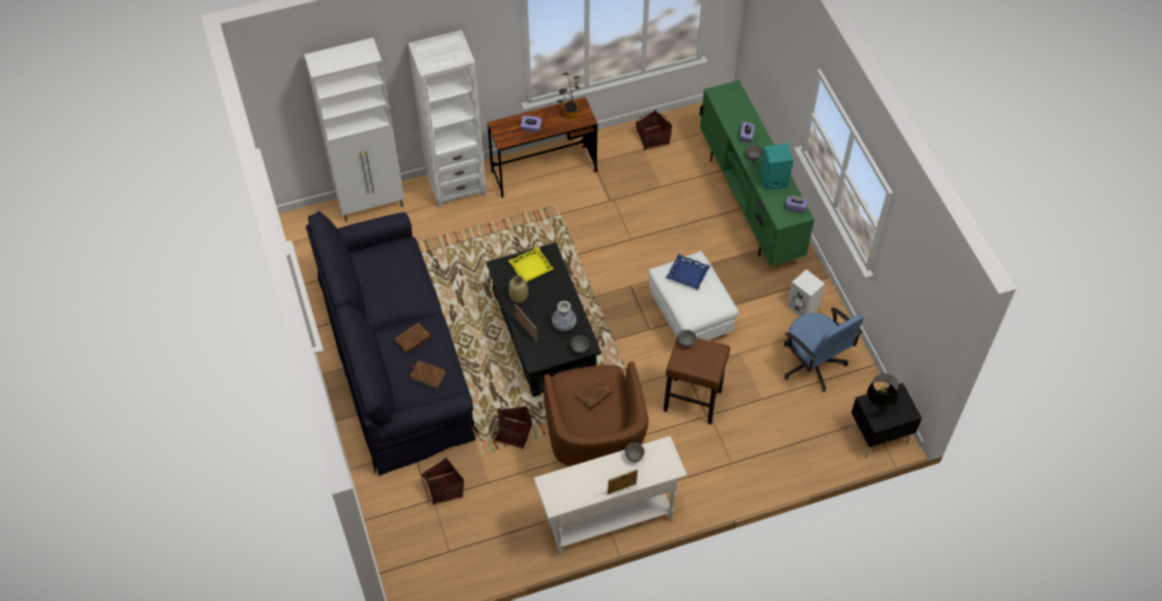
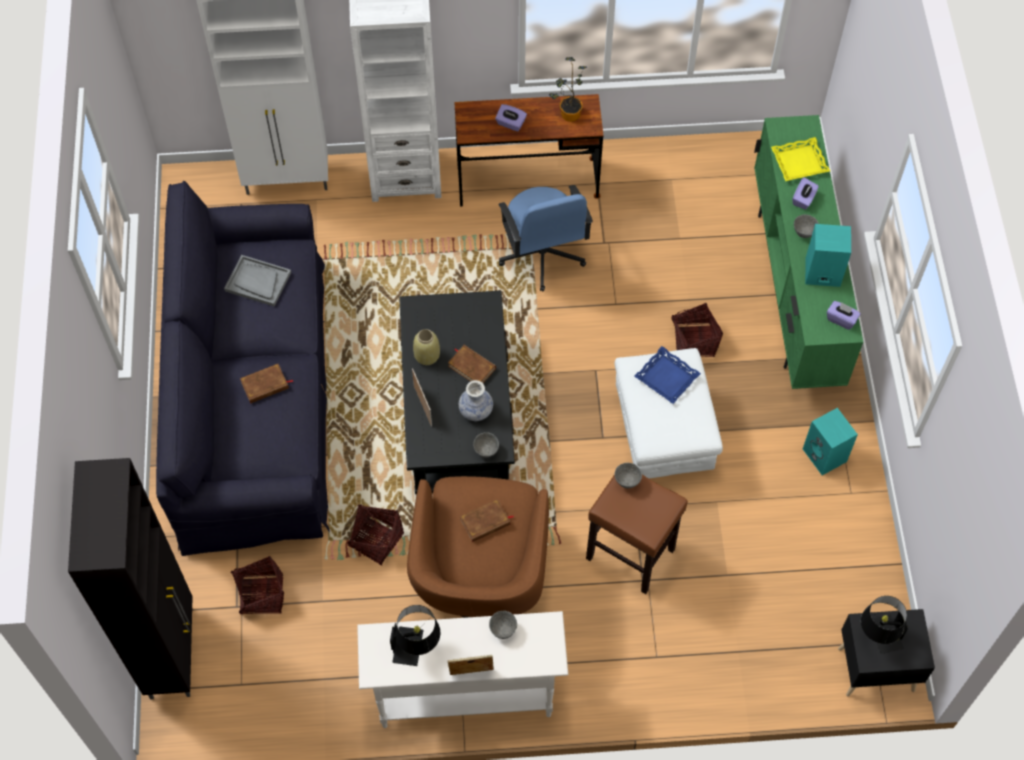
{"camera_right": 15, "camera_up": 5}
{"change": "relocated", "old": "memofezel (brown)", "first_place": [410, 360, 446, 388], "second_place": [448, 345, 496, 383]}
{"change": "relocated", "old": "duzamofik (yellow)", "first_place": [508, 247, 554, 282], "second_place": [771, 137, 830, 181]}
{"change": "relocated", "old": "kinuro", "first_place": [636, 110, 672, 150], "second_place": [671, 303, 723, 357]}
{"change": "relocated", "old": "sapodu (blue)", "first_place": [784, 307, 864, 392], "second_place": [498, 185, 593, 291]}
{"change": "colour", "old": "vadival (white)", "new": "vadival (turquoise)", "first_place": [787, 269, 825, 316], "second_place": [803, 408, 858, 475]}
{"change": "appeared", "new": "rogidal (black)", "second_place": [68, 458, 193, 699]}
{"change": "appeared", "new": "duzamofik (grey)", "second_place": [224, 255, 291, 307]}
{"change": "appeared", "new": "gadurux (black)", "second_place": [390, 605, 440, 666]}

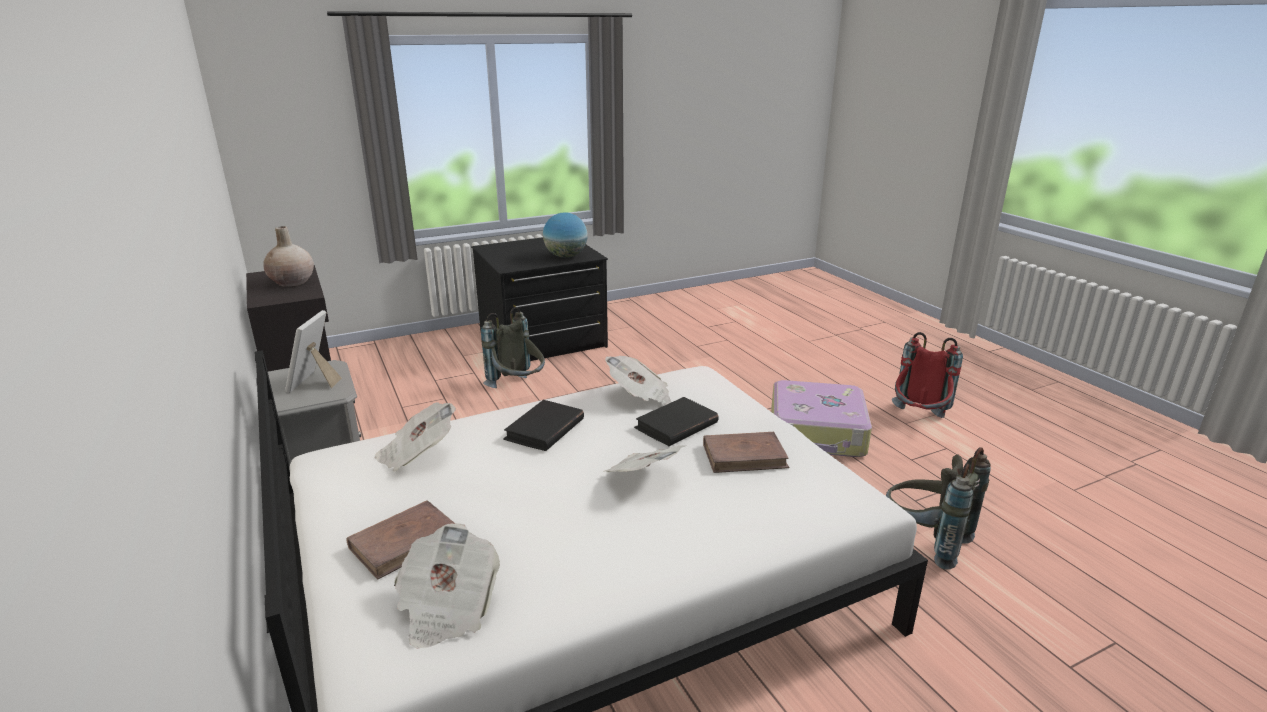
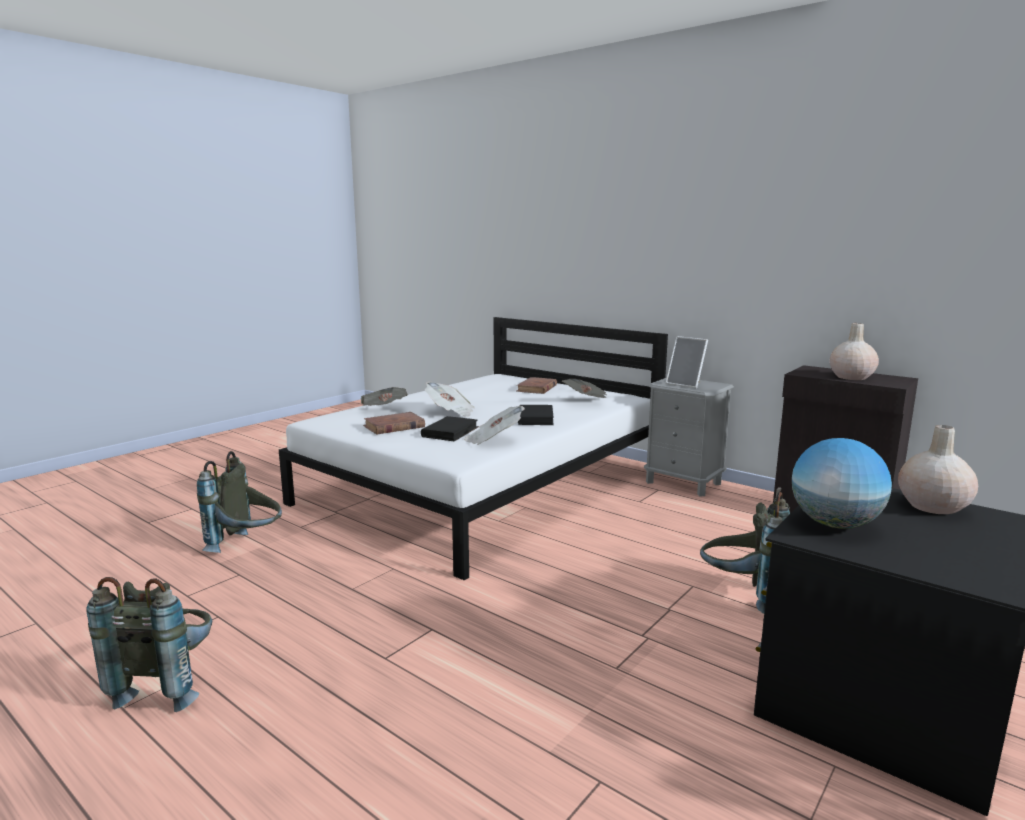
{"camera_right": 155, "camera_up": -10}
{"change": "spun", "old": "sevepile", "first_place": [285, 310, 342, 393], "second_place": [666, 336, 708, 389], "degrees": 150}
{"change": "relocated", "old": "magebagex", "first_place": [394, 523, 500, 649], "second_place": [361, 387, 408, 406]}
{"change": "missing", "old": "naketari", "first_place": [771, 380, 872, 457]}
{"change": "colour", "old": "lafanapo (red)", "new": "lafanapo (grey)", "first_place": [892, 332, 963, 418], "second_place": [87, 577, 212, 712]}
{"change": "appeared", "new": "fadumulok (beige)", "second_place": [898, 425, 978, 514]}

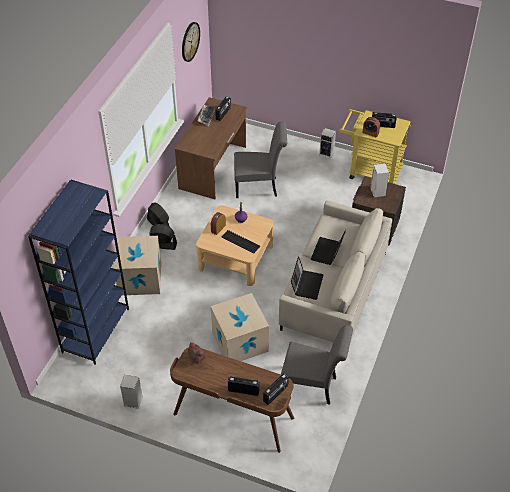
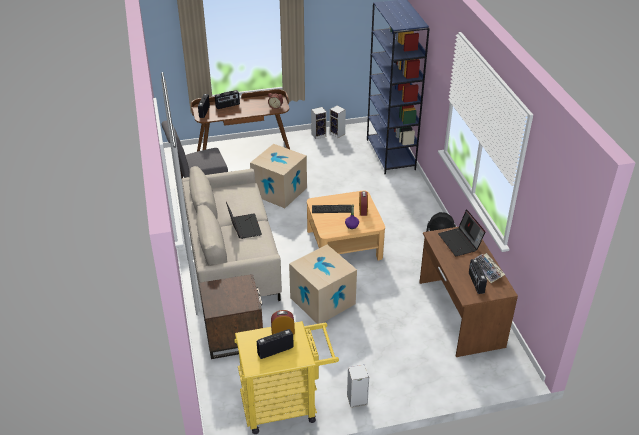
{"camera_right": 145, "camera_up": -10}
{"change": "relocated", "old": "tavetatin", "first_place": [114, 236, 161, 295], "second_place": [289, 245, 357, 324]}
{"change": "missing", "old": "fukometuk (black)", "first_place": [149, 224, 177, 250]}
{"change": "missing", "old": "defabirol", "first_place": [182, 22, 200, 62]}
{"change": "missing", "old": "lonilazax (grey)", "first_place": [234, 121, 287, 198]}
{"change": "relocated", "old": "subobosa", "first_place": [291, 256, 324, 300], "second_place": [438, 209, 485, 256]}
{"change": "relocated", "old": "vadival", "first_place": [370, 163, 389, 197], "second_place": [329, 105, 346, 138]}

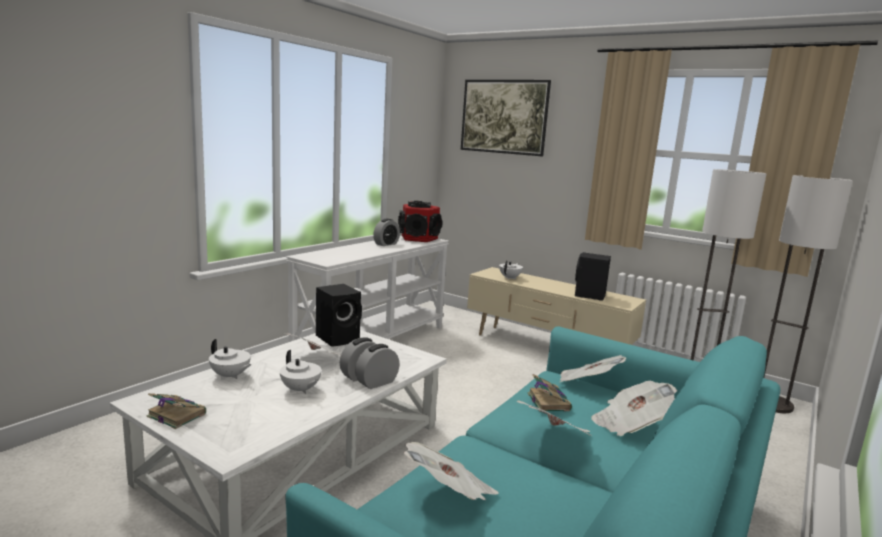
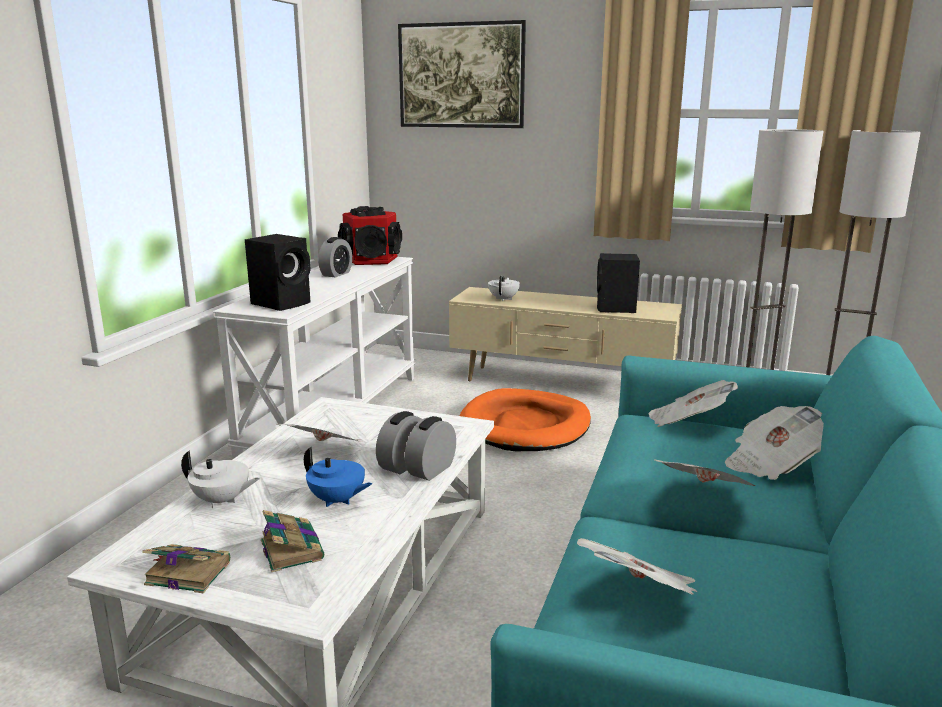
{"camera_right": -15, "camera_up": 5}
{"change": "colour", "old": "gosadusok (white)", "new": "gosadusok (blue)", "first_place": [280, 350, 321, 394], "second_place": [304, 447, 372, 507]}
{"change": "relocated", "old": "vadival (black)", "first_place": [316, 284, 362, 347], "second_place": [245, 234, 311, 311]}
{"change": "relocated", "old": "memofezel", "first_place": [528, 374, 572, 412], "second_place": [261, 510, 324, 572]}
{"change": "appeared", "new": "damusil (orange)", "second_place": [460, 388, 591, 451]}

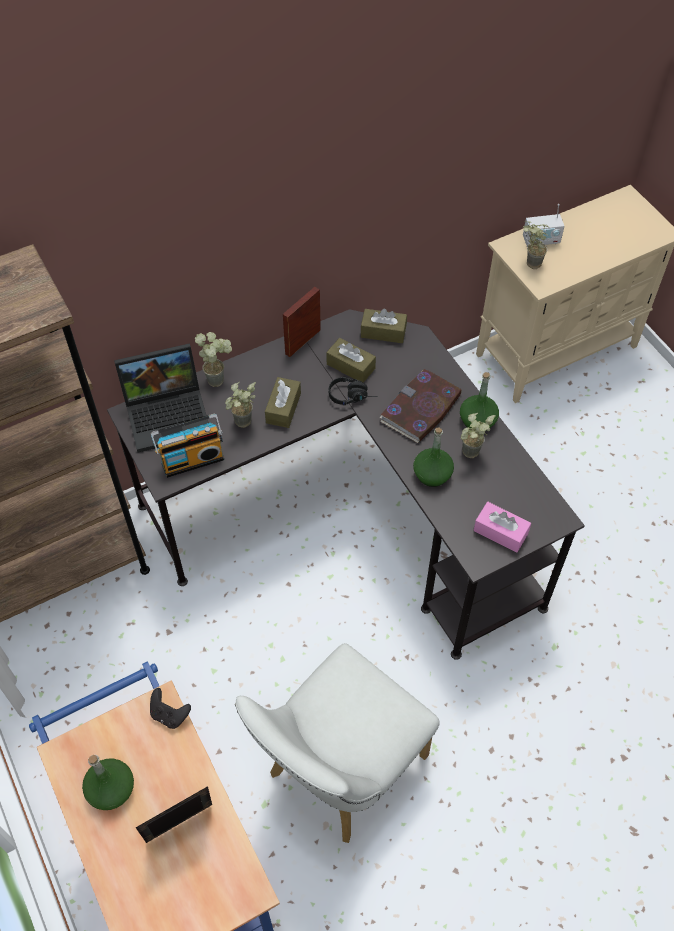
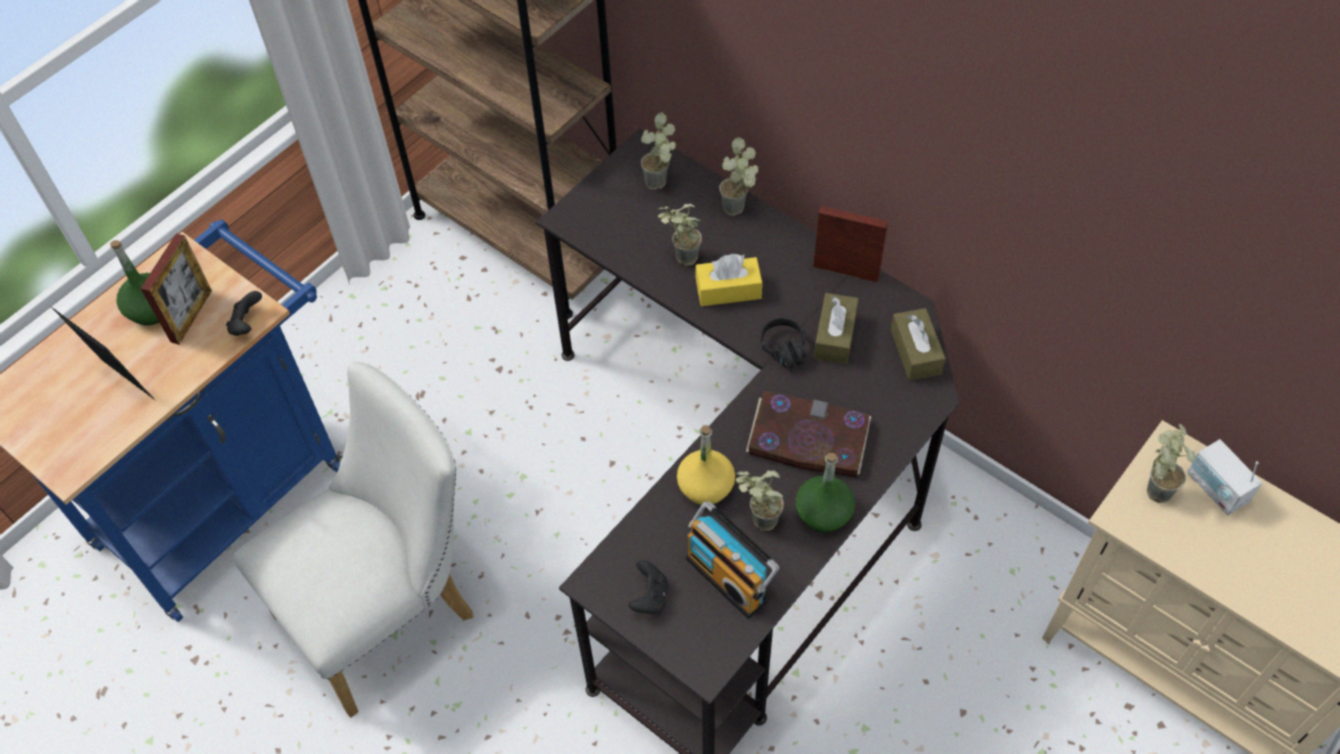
{"camera_right": 70, "camera_up": 0}
{"change": "exchanged", "old": "subobosa", "new": "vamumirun", "first_place": [114, 343, 209, 453], "second_place": [641, 112, 676, 190]}
{"change": "relocated", "old": "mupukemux", "first_place": [151, 414, 224, 478], "second_place": [685, 501, 779, 619]}
{"change": "spun", "old": "lonilazax (white)", "first_place": [235, 643, 440, 843], "second_place": [233, 362, 473, 718], "degrees": 120}
{"change": "colour", "old": "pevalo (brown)", "new": "pevalo (yellow)", "first_place": [265, 377, 301, 428], "second_place": [695, 254, 762, 306]}
{"change": "colour", "old": "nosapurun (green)", "new": "nosapurun (yellow)", "first_place": [413, 427, 454, 487], "second_place": [677, 425, 735, 505]}
{"change": "exchanged", "old": "pevalo (pink)", "new": "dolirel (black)", "first_place": [474, 502, 531, 553], "second_place": [629, 560, 668, 614]}
{"change": "appeared", "new": "sevepile", "second_place": [140, 233, 212, 344]}

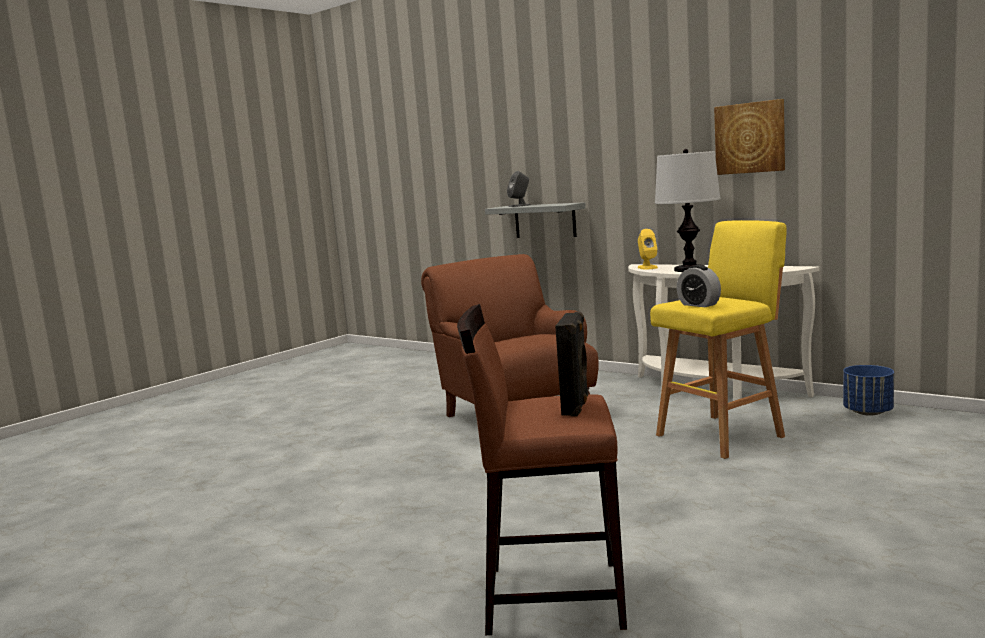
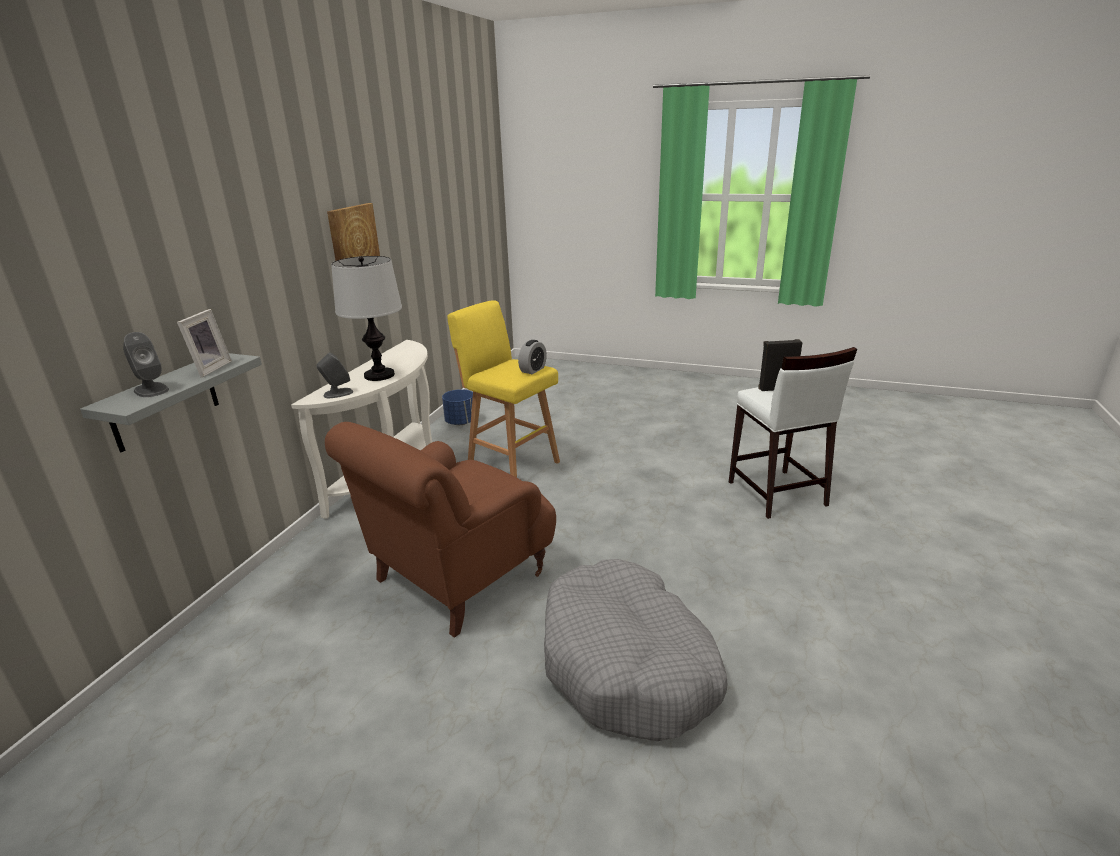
{"camera_right": -110, "camera_up": 15}
{"change": "colour", "old": "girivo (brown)", "new": "girivo (white)", "first_place": [457, 304, 627, 635], "second_place": [729, 347, 857, 519]}
{"change": "colour", "old": "vadival (yellow)", "new": "vadival (grey)", "first_place": [638, 229, 658, 270], "second_place": [317, 352, 353, 398]}
{"change": "appeared", "new": "sevepile", "second_place": [177, 309, 232, 377]}
{"change": "appeared", "new": "damusil (grey)", "second_place": [544, 559, 728, 741]}

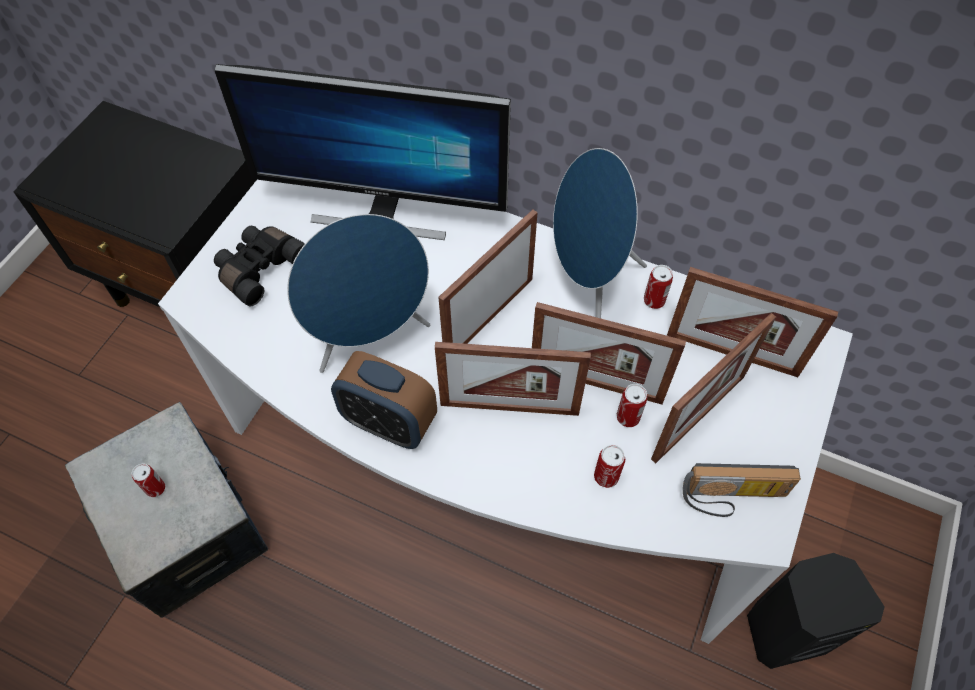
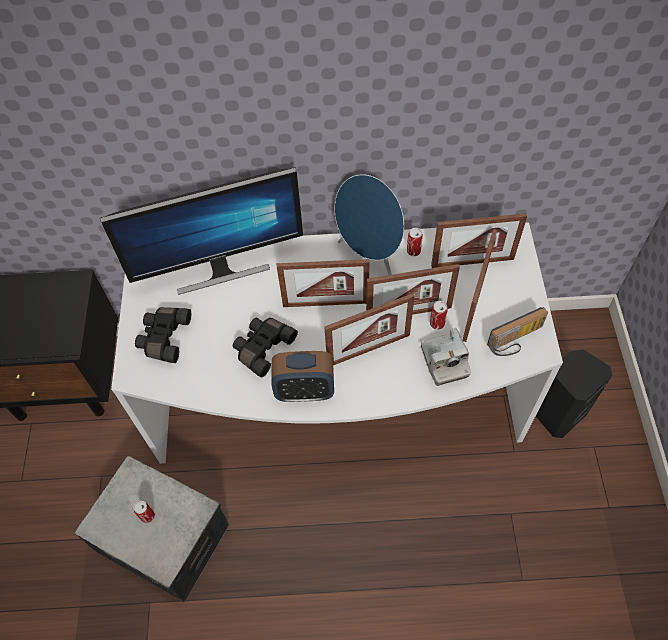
{"camera_right": -25, "camera_up": 0}
{"change": "exchanged", "old": "vadival (blue)", "new": "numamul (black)", "first_place": [287, 214, 430, 373], "second_place": [233, 318, 298, 378]}
{"change": "spun", "old": "sevepile", "first_place": [438, 209, 538, 344], "second_place": [277, 259, 370, 307], "degrees": -105}
{"change": "exchanged", "old": "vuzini", "new": "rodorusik", "first_place": [594, 445, 625, 488], "second_place": [421, 328, 471, 386]}

